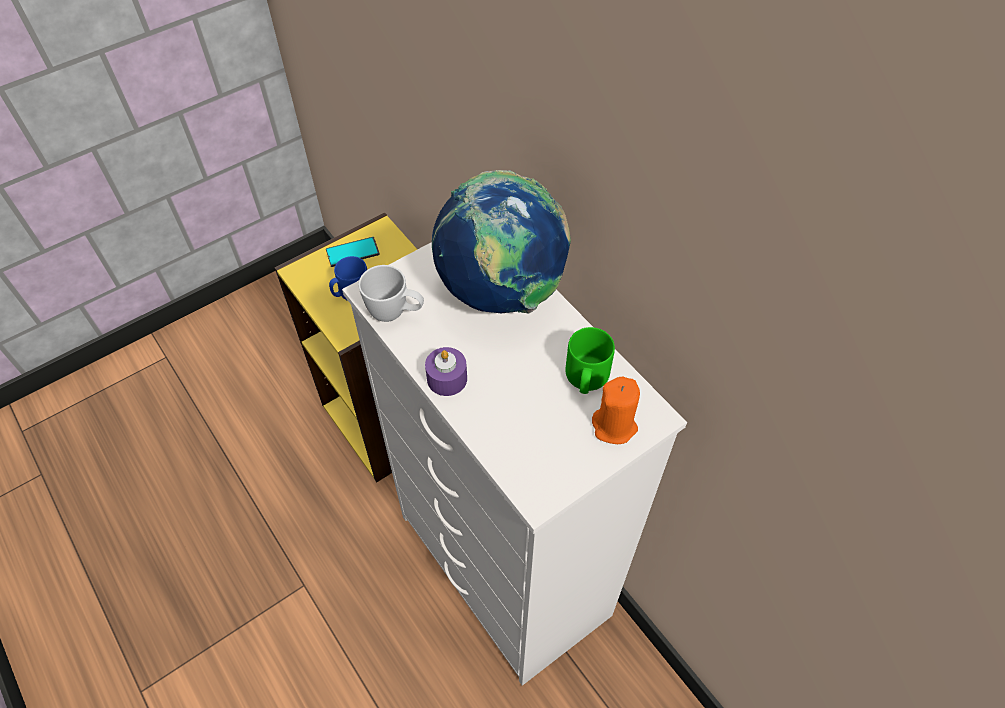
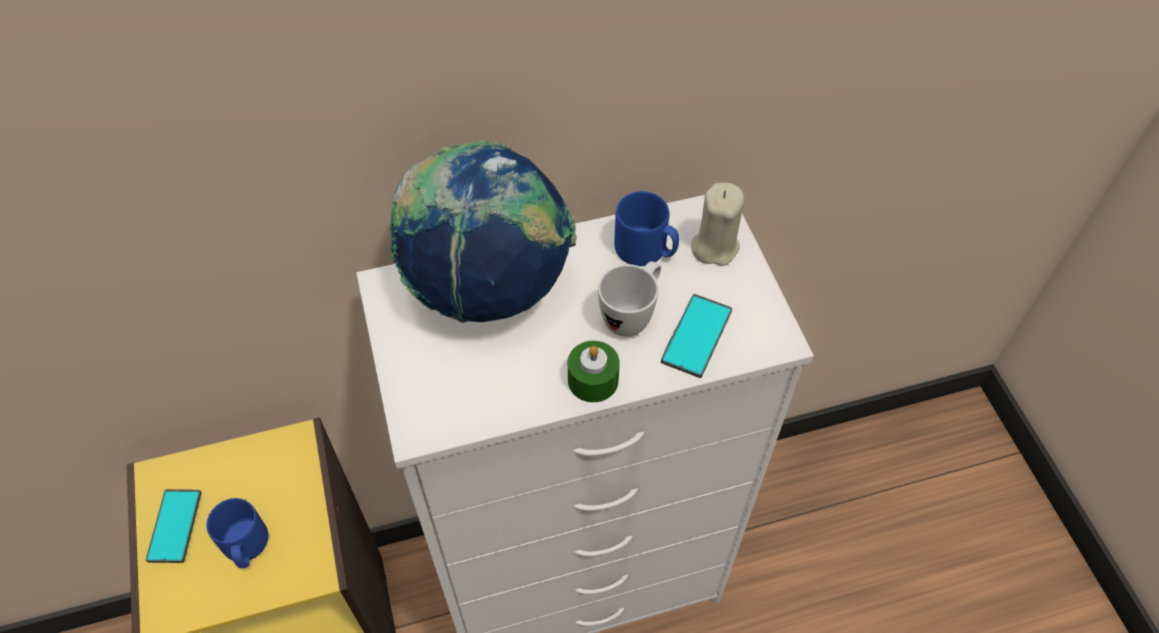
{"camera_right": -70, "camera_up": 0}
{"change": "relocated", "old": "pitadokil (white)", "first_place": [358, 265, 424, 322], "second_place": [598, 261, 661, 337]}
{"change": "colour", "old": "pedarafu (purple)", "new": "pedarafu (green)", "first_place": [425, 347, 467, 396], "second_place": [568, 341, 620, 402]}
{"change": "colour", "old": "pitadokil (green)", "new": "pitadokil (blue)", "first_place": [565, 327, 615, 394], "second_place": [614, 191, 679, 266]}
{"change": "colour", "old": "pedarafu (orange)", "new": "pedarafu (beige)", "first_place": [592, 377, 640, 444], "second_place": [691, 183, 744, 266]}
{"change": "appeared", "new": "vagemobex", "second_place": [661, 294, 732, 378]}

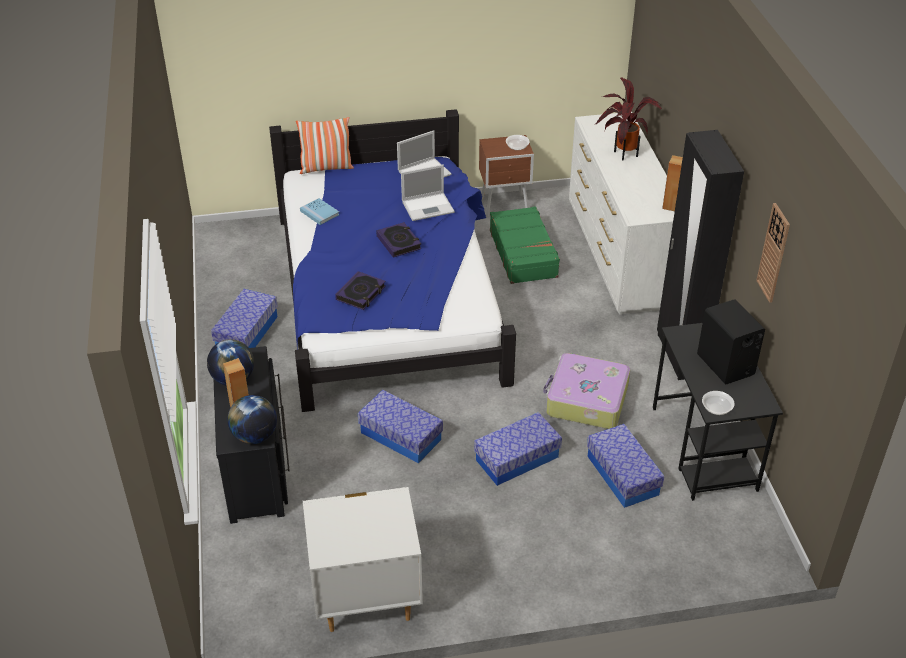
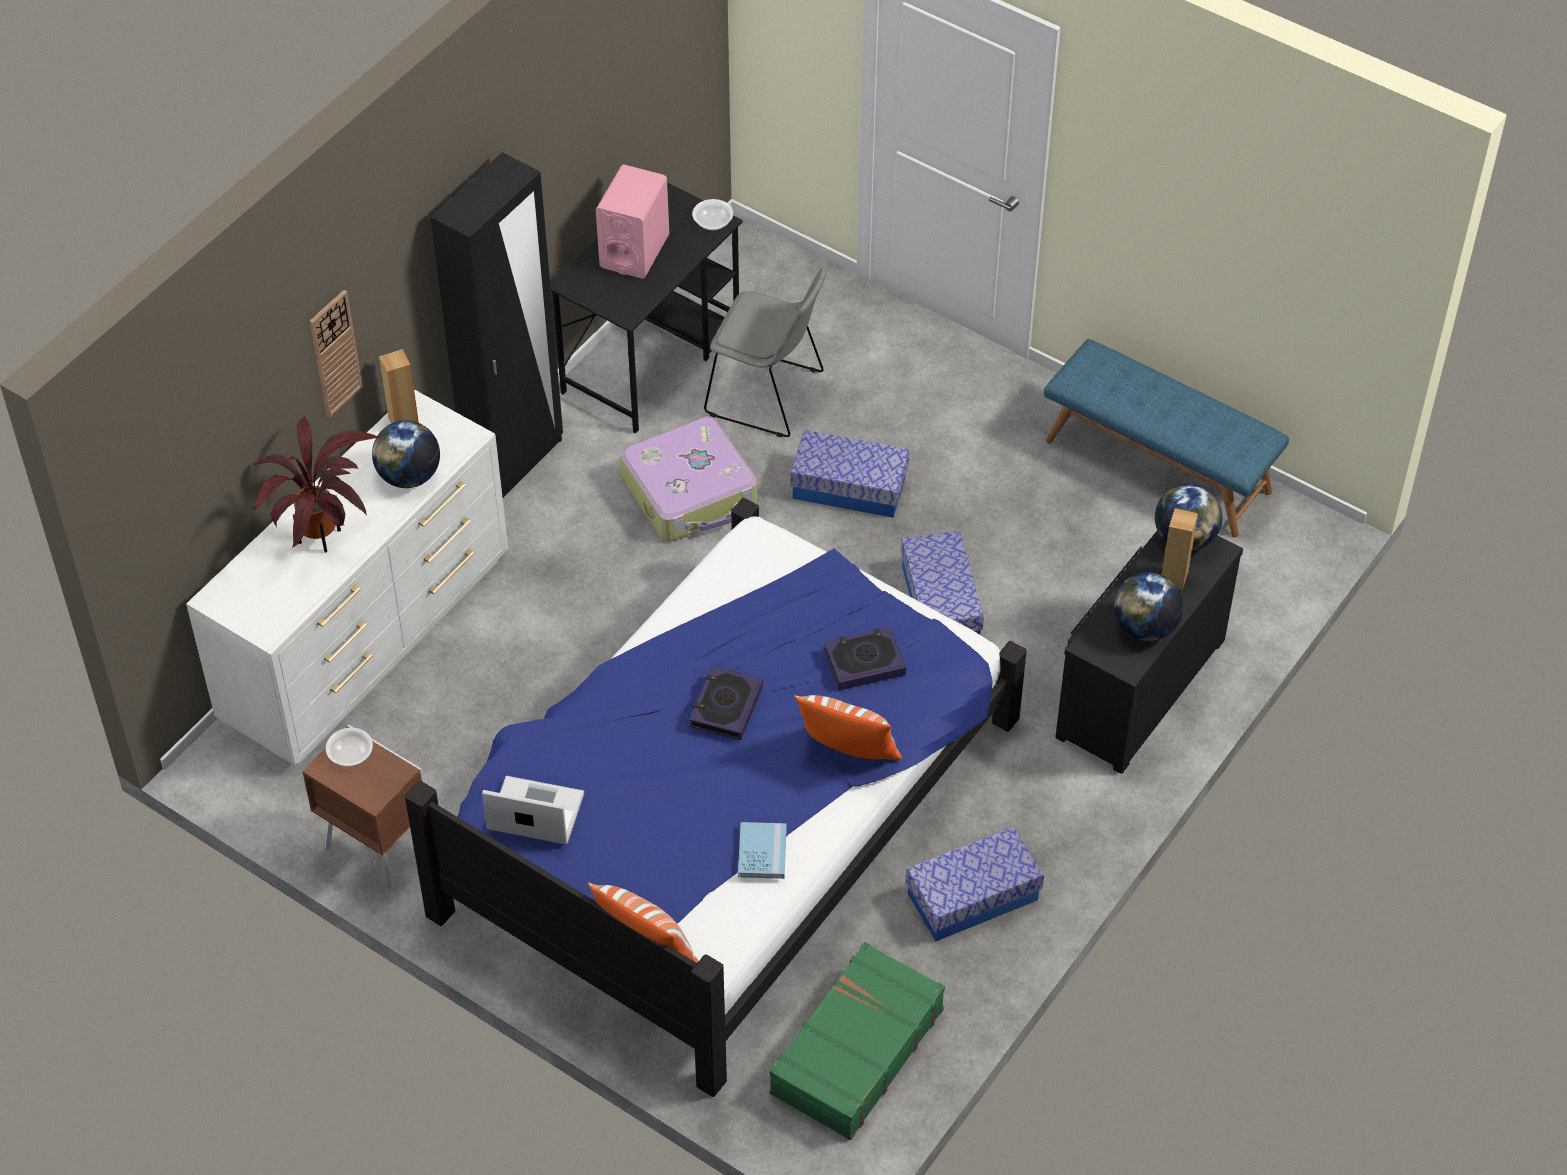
{"camera_right": -135, "camera_up": 10}
{"change": "exchanged", "old": "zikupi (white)", "new": "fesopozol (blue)", "first_place": [303, 487, 423, 632], "second_place": [1044, 339, 1289, 538]}
{"change": "missing", "old": "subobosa", "first_place": [401, 164, 455, 221]}
{"change": "relocated", "old": "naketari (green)", "first_place": [490, 206, 560, 284], "second_place": [769, 942, 945, 1140]}
{"change": "exchanged", "old": "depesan", "new": "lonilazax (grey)", "first_place": [587, 424, 664, 508], "second_place": [704, 267, 827, 438]}
{"change": "colour", "old": "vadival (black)", "new": "vadival (pink)", "first_place": [697, 299, 765, 384], "second_place": [596, 164, 669, 279]}
{"change": "relocated", "old": "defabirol", "first_place": [756, 203, 790, 303], "second_place": [310, 290, 363, 417]}
{"change": "appeared", "new": "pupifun", "second_place": [372, 420, 440, 488]}
{"change": "appeared", "new": "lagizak", "second_place": [794, 695, 902, 760]}

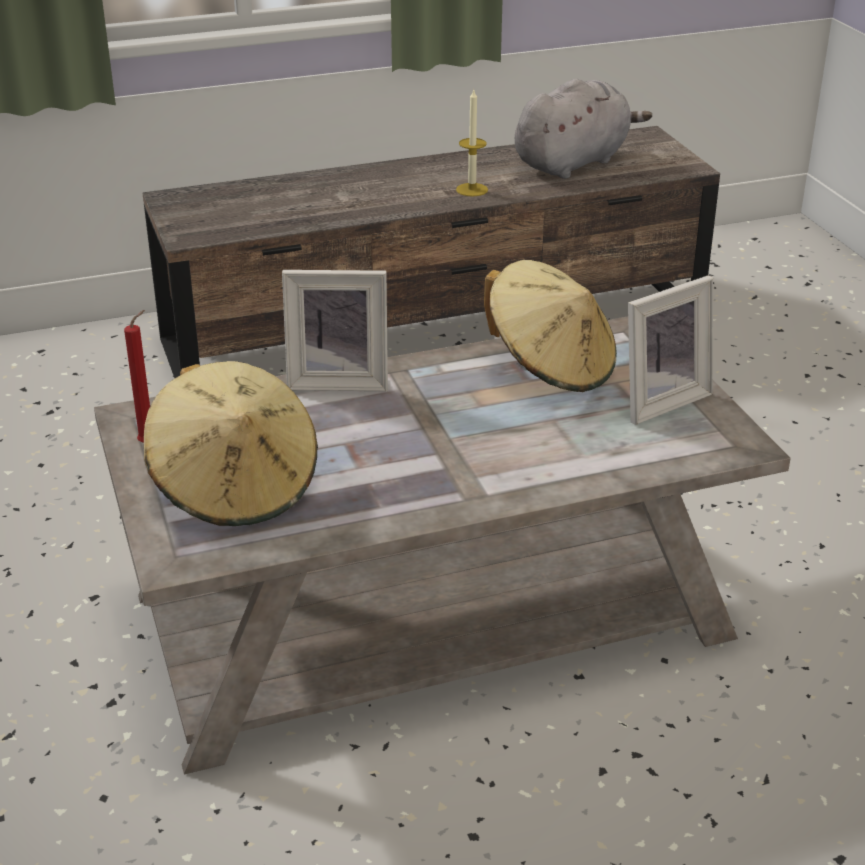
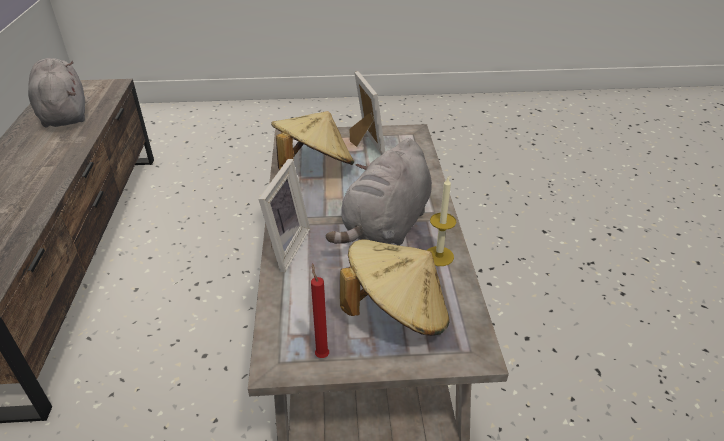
{"camera_right": -75, "camera_up": 5}
{"change": "relocated", "old": "pedarafu", "first_place": [456, 88, 488, 196], "second_place": [426, 178, 456, 266]}
{"change": "appeared", "new": "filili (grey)", "second_place": [326, 138, 432, 246]}

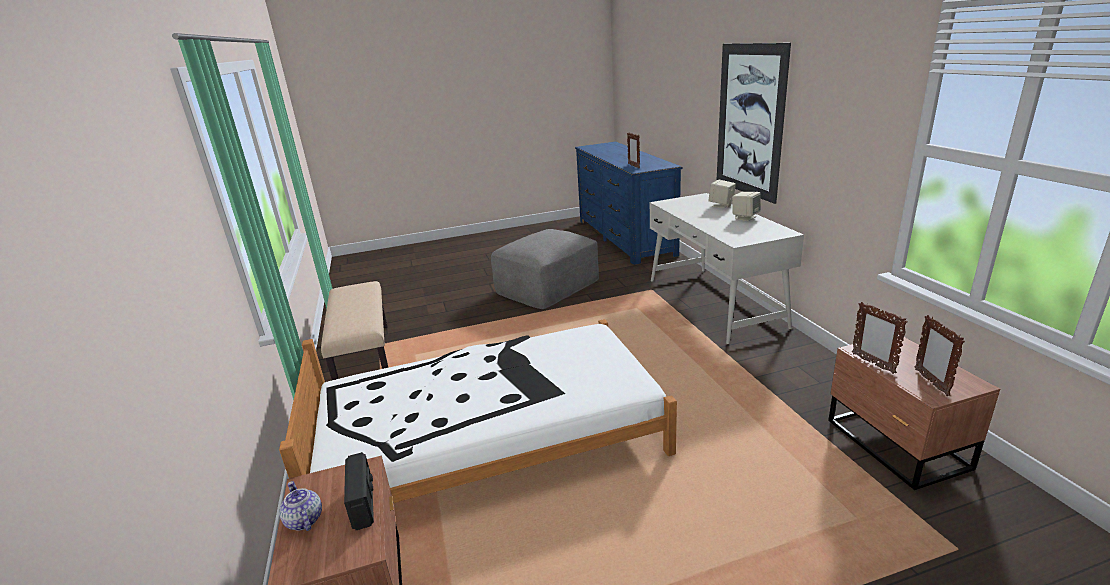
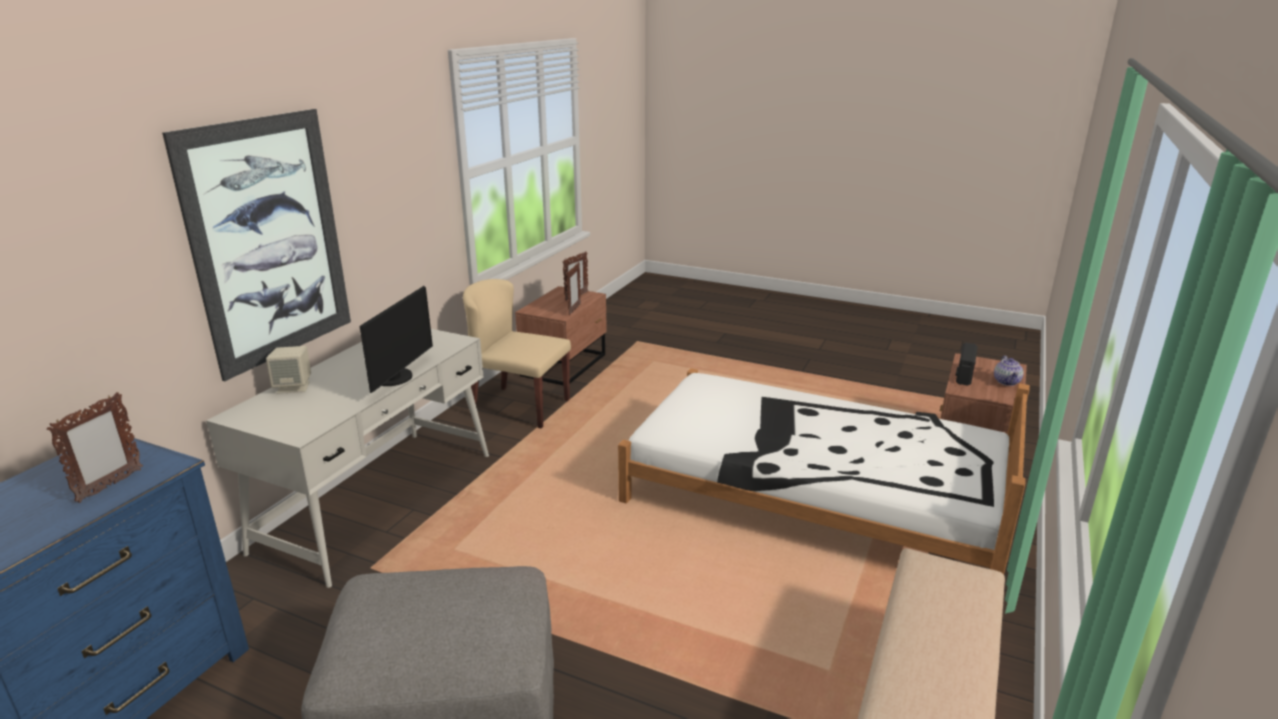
{"camera_right": -140, "camera_up": 0}
{"change": "missing", "old": "vadival (beige)", "first_place": [732, 192, 761, 221]}
{"change": "appeared", "new": "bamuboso", "second_place": [360, 286, 433, 393]}
{"change": "appeared", "new": "lonilazax (beige)", "second_place": [463, 279, 571, 429]}

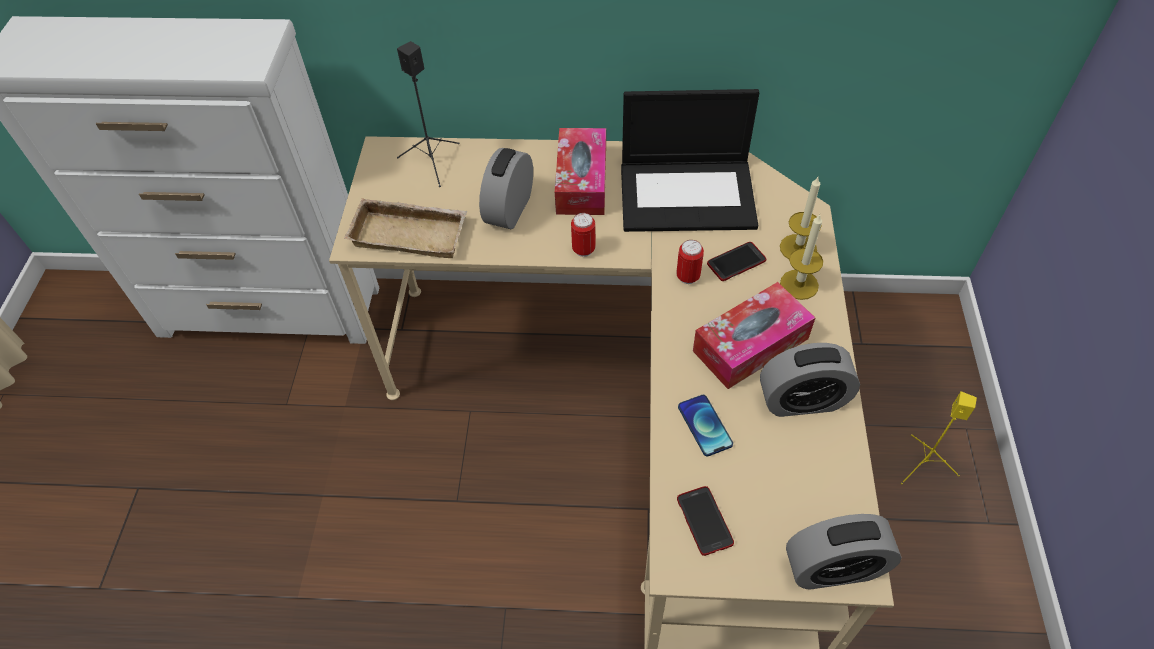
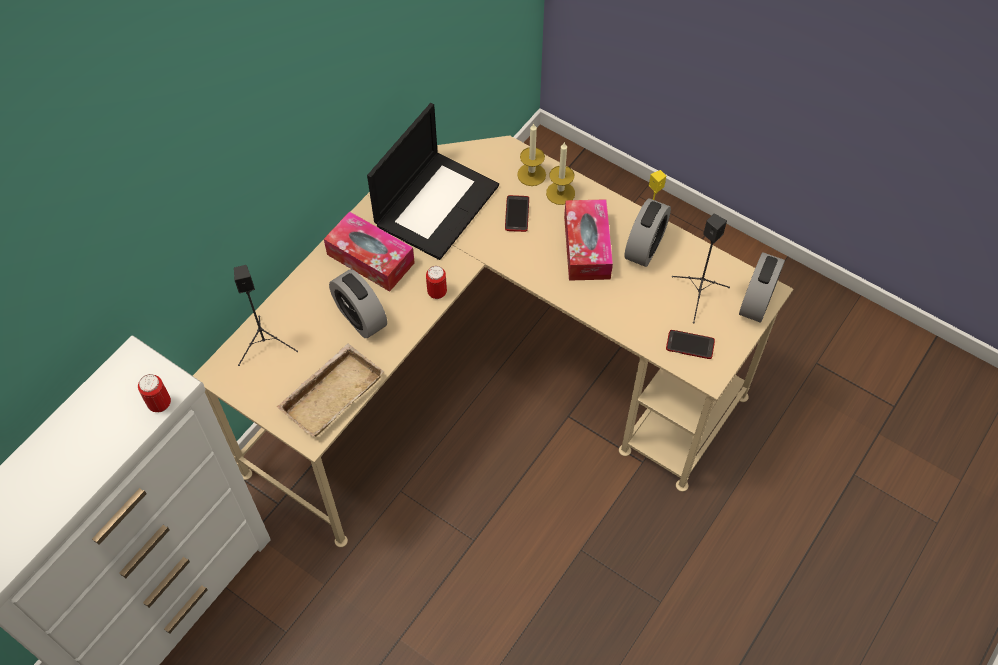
{"camera_right": -60, "camera_up": 5}
{"change": "relocated", "old": "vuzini", "first_place": [676, 240, 704, 284], "second_place": [138, 374, 171, 412]}
{"change": "missing", "old": "vagemobex", "first_place": [678, 395, 733, 456]}
{"change": "appeared", "new": "vadival (black)", "second_place": [672, 213, 730, 324]}

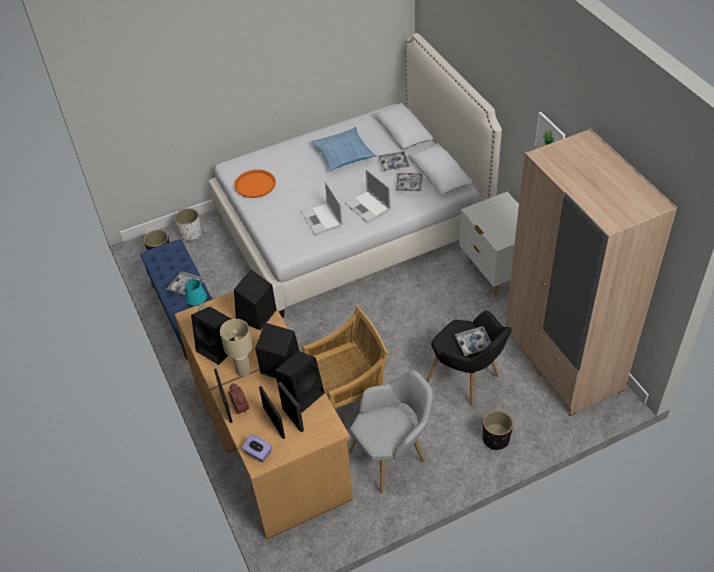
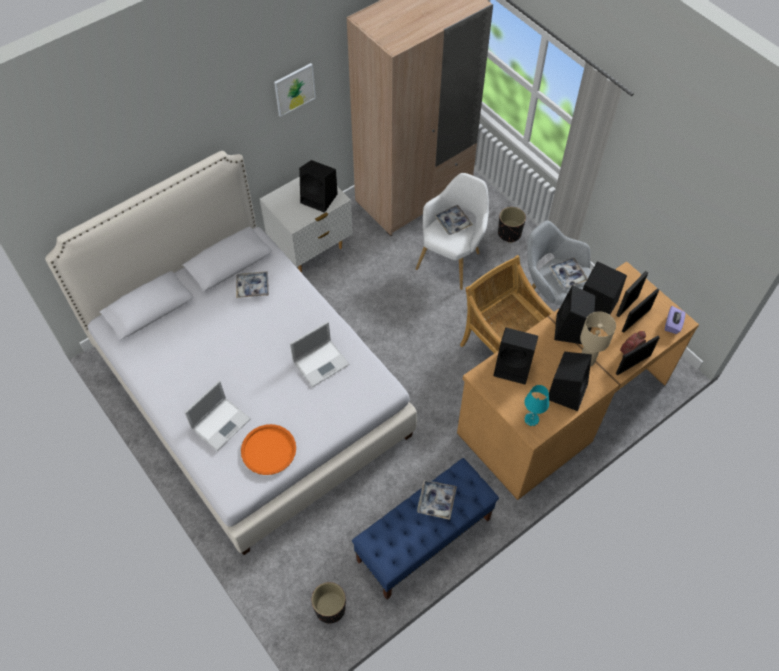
{"camera_right": -105, "camera_up": 10}
{"change": "missing", "old": "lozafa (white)", "first_place": [175, 208, 202, 241]}
{"change": "missing", "old": "lagizak", "first_place": [311, 127, 376, 172]}
{"change": "relocated", "old": "subobosa", "first_place": [345, 169, 391, 223], "second_place": [184, 380, 251, 451]}
{"change": "relocated", "old": "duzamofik", "first_place": [379, 151, 410, 171], "second_place": [549, 257, 588, 289]}
{"change": "colour", "old": "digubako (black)", "new": "digubako (white)", "first_place": [427, 311, 512, 405], "second_place": [416, 173, 489, 290]}
{"change": "appeared", "new": "vadival (black)", "second_place": [299, 160, 338, 213]}

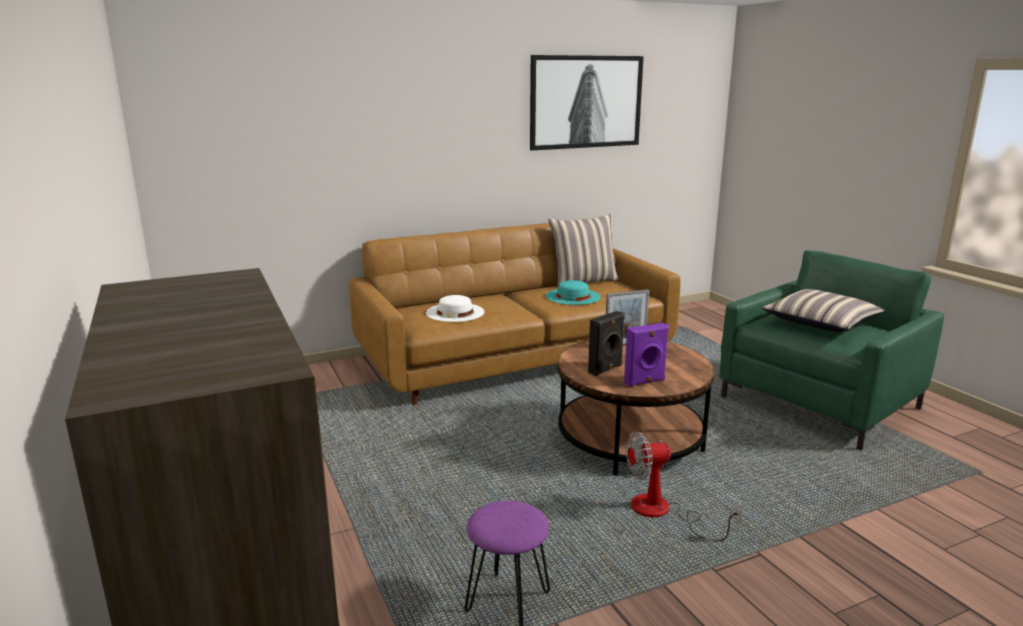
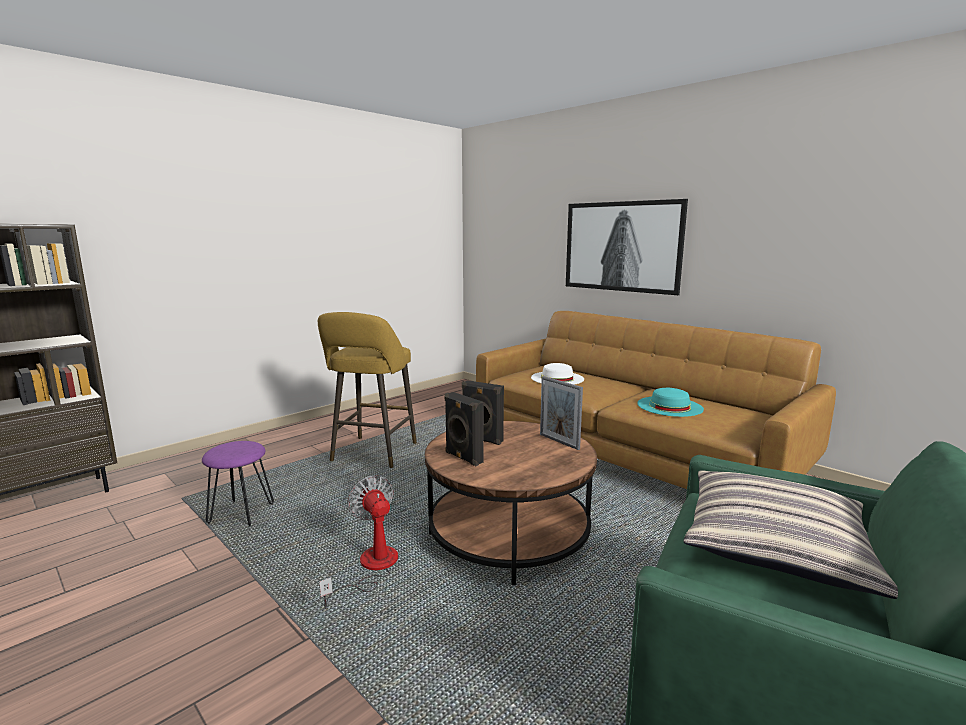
{"camera_right": 70, "camera_up": -5}
{"change": "relocated", "old": "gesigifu", "first_place": [530, 55, 644, 150], "second_place": [566, 199, 688, 295]}
{"change": "missing", "old": "lagizak", "first_place": [549, 214, 619, 287]}
{"change": "colour", "old": "vadival (purple)", "new": "vadival (black)", "first_place": [624, 323, 669, 387], "second_place": [445, 392, 484, 466]}
{"change": "appeared", "new": "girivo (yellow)", "second_place": [318, 312, 417, 468]}

